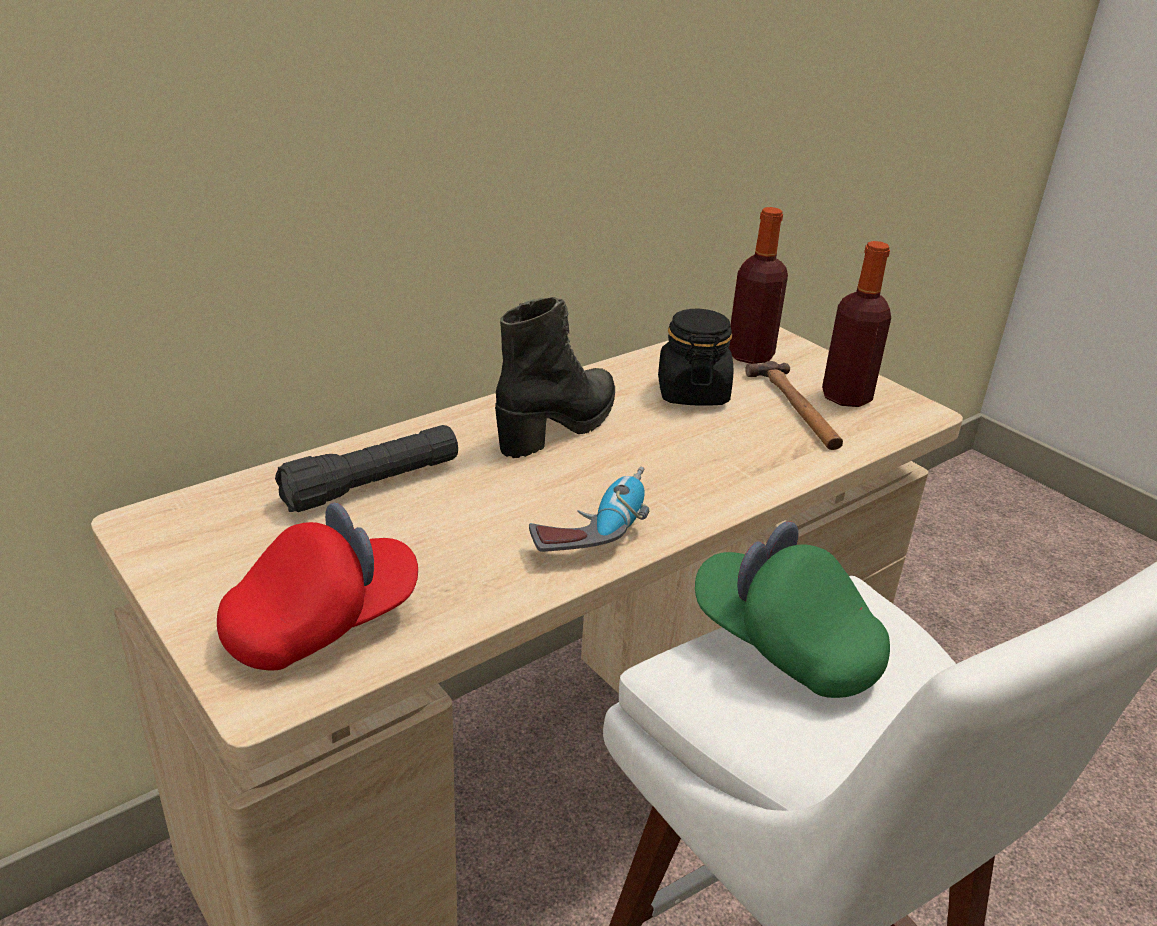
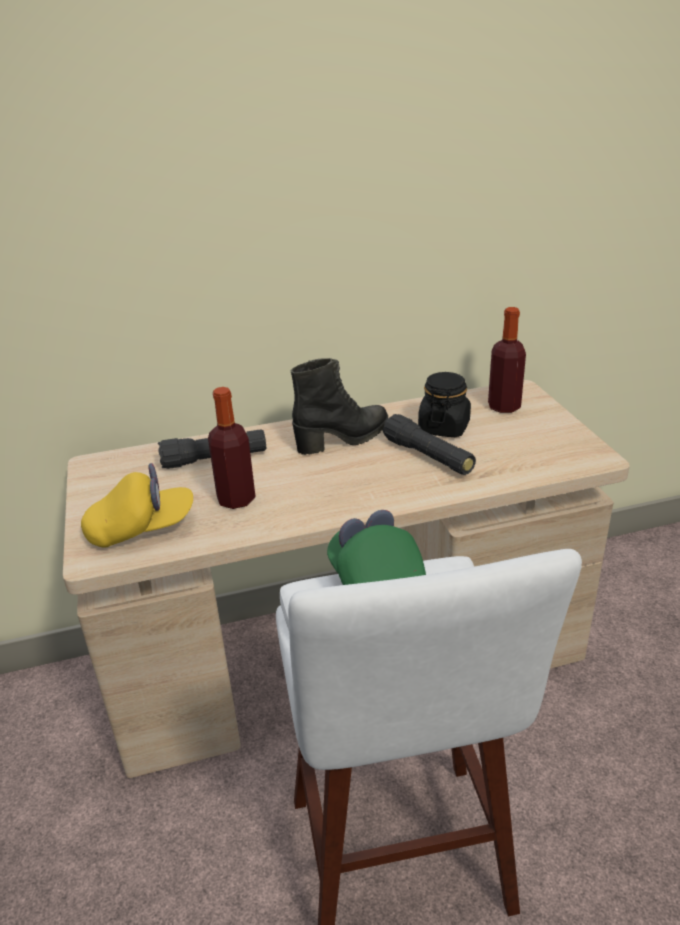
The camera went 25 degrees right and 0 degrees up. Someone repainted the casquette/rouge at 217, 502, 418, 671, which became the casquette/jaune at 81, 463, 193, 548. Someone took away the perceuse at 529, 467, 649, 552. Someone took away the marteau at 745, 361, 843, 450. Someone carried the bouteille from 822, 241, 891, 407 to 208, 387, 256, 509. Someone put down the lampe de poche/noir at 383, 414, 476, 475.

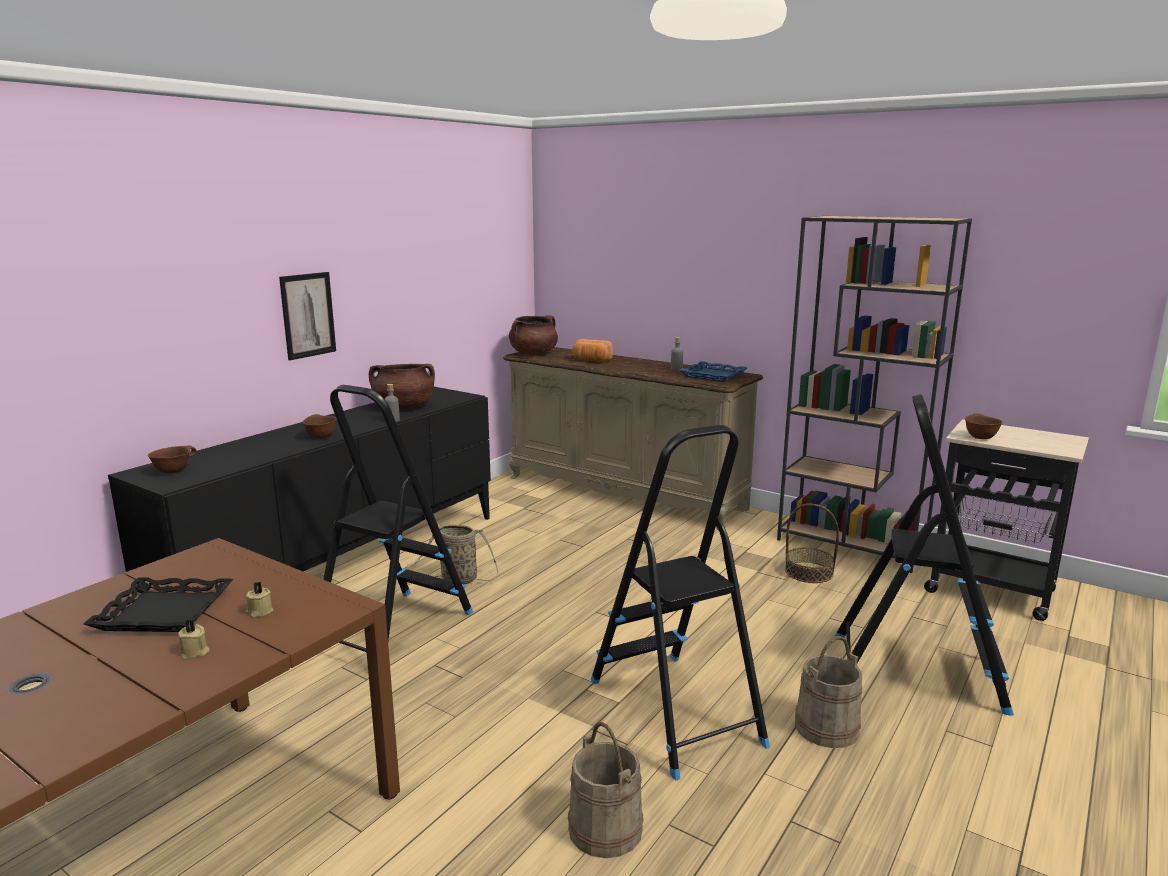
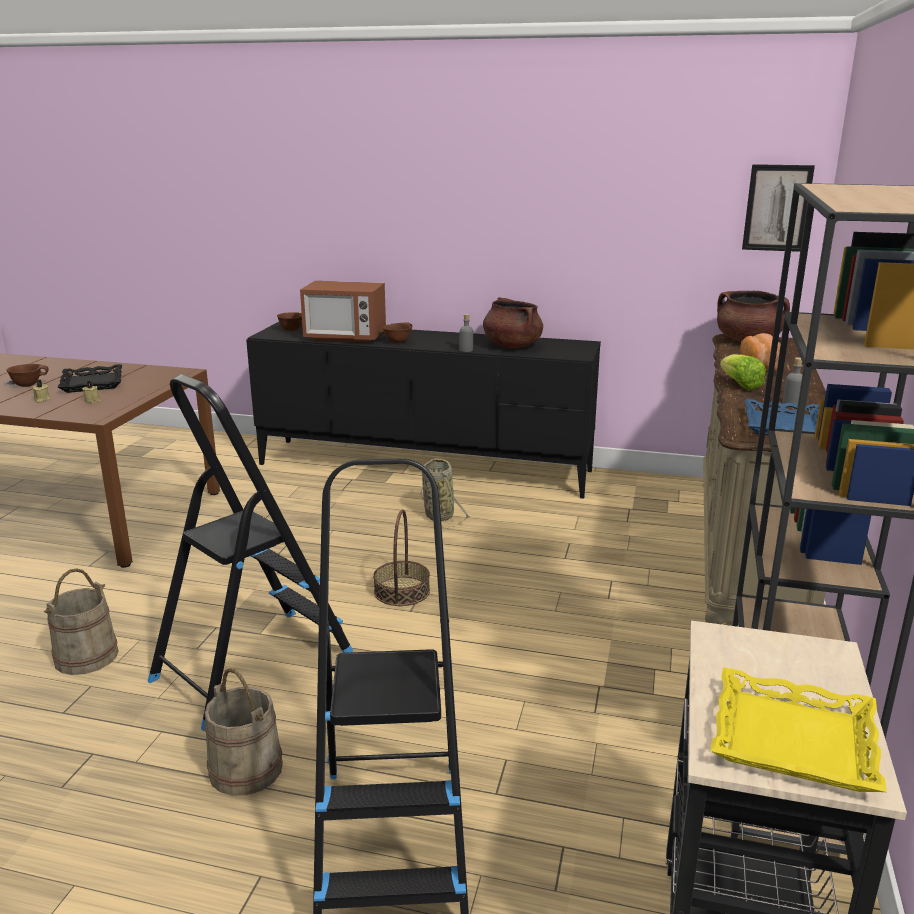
The camera went 70 degrees right and 5 degrees up. Someone carried the tableau from 279, 272, 336, 360 to 742, 164, 815, 252. Someone took away the escabeau/noir at 323, 385, 473, 652. Someone carried the panier from 785, 504, 839, 583 to 373, 510, 430, 606. Someone carried the bol/marron from 965, 413, 1002, 439 to 6, 364, 49, 387. Someone put down the micro-ondes at 300, 281, 386, 343. Someone put down the plateau/jaune at 710, 668, 887, 792. Someone put down the laitue at 720, 354, 766, 390.

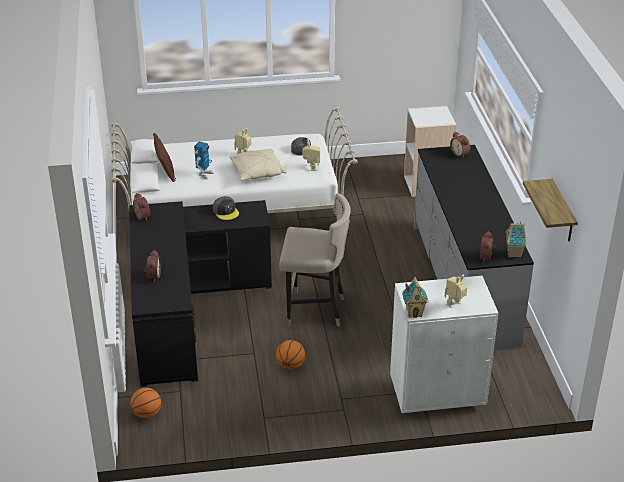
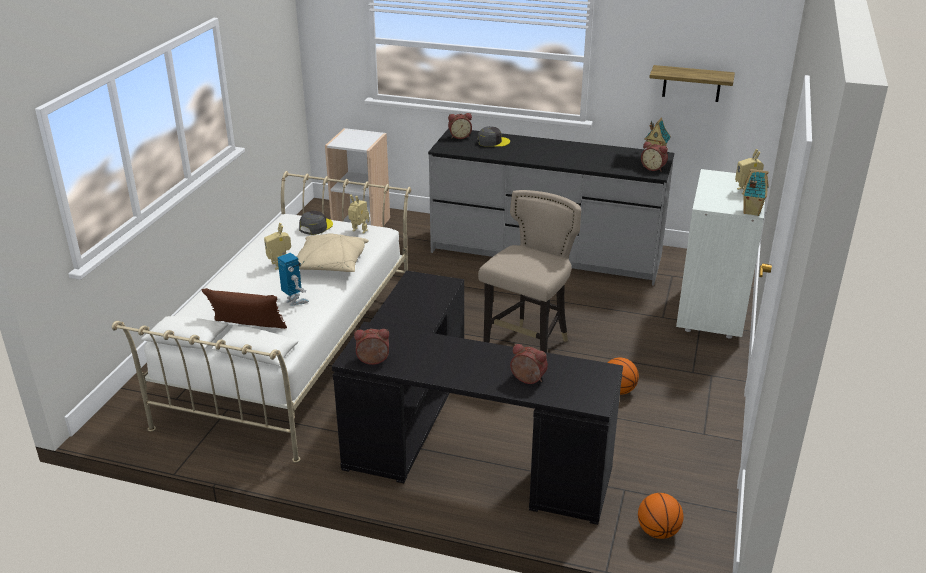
The camera went 65 degrees left and 5 degrees down. Someone carried the casquette/gris from 213, 196, 239, 220 to 477, 126, 510, 147.

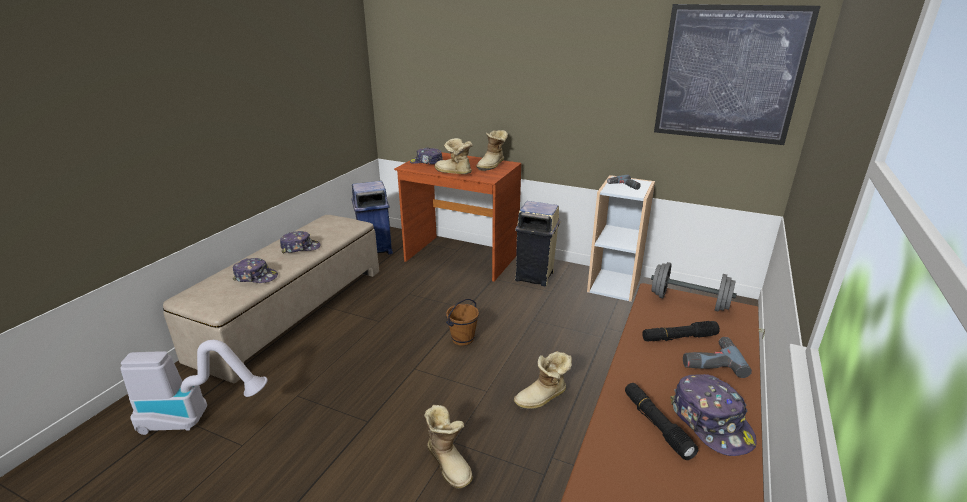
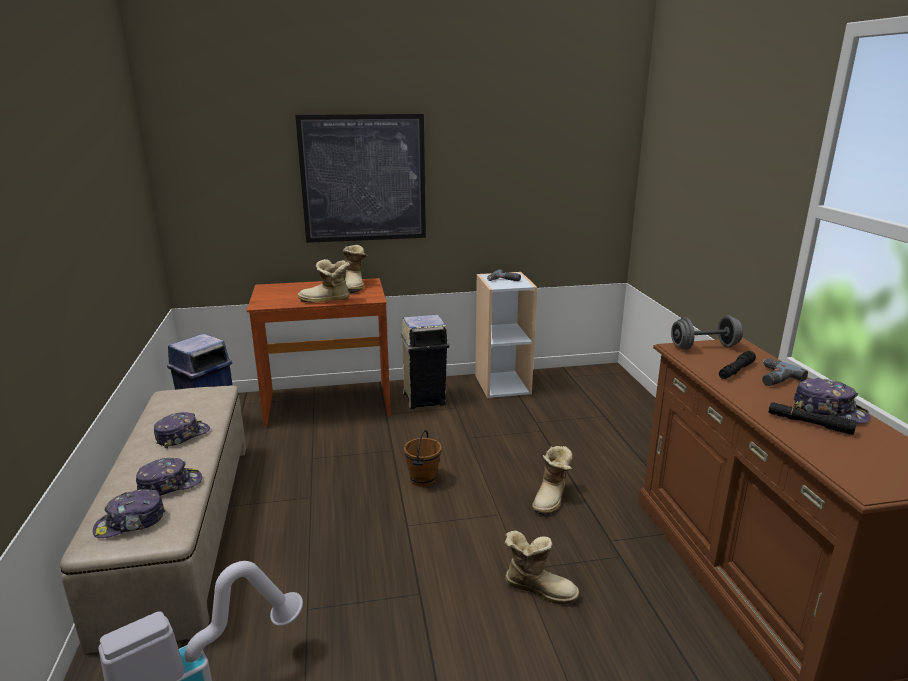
The camera went 35 degrees left and 5 degrees down. Someone carried the casquette from 410, 147, 443, 165 to 93, 489, 165, 538. Someone carried the tableau from 654, 4, 820, 145 to 295, 114, 426, 243.

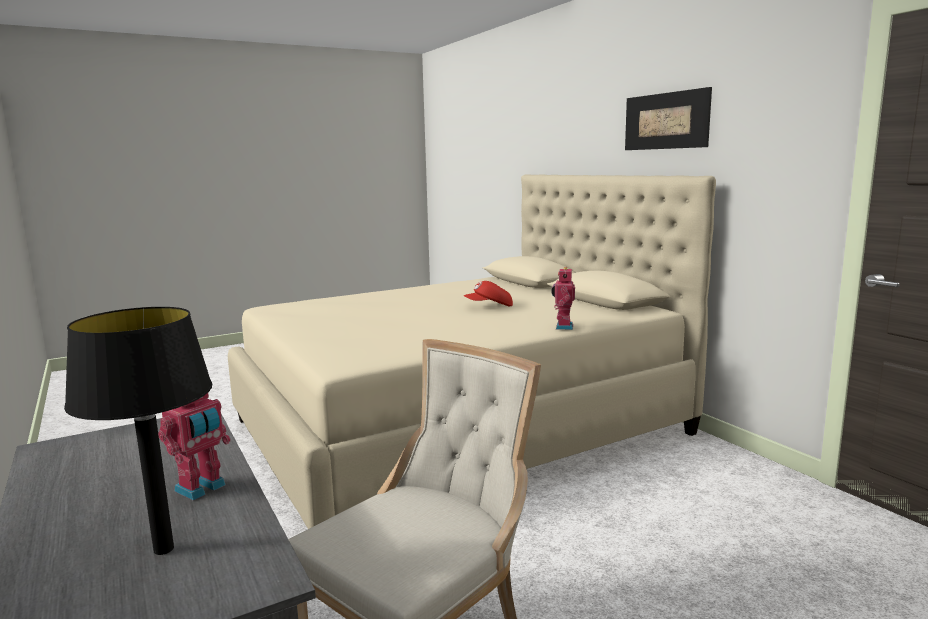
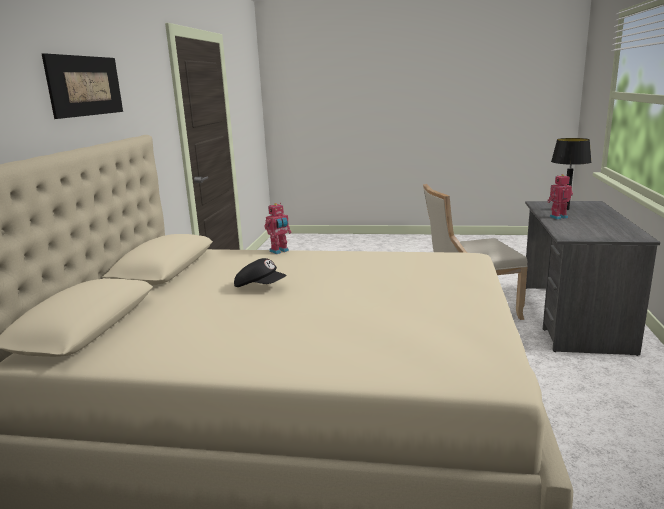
The camera went 140 degrees left and 5 degrees up. Someone repainted the casquette/rouge at 464, 281, 513, 306, which became the casquette/noir at 234, 258, 286, 287.

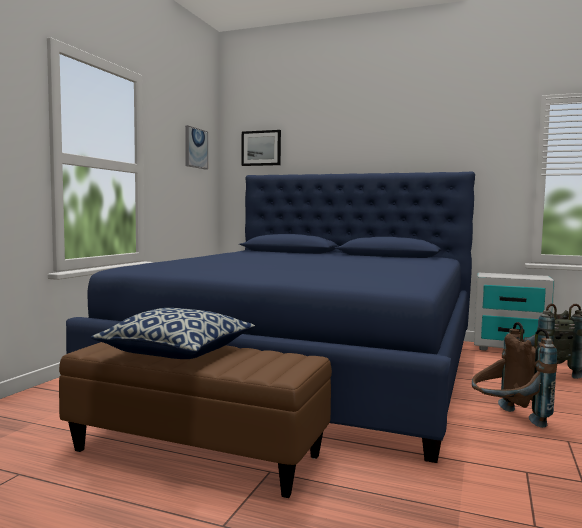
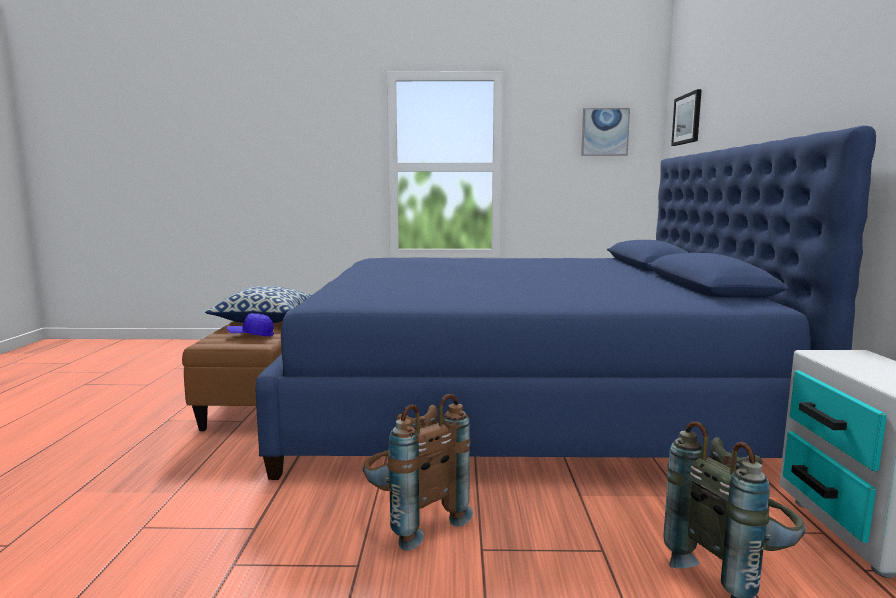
The camera went 70 degrees right and 5 degrees up. Someone put down the casquette/bleu at 227, 313, 274, 337.

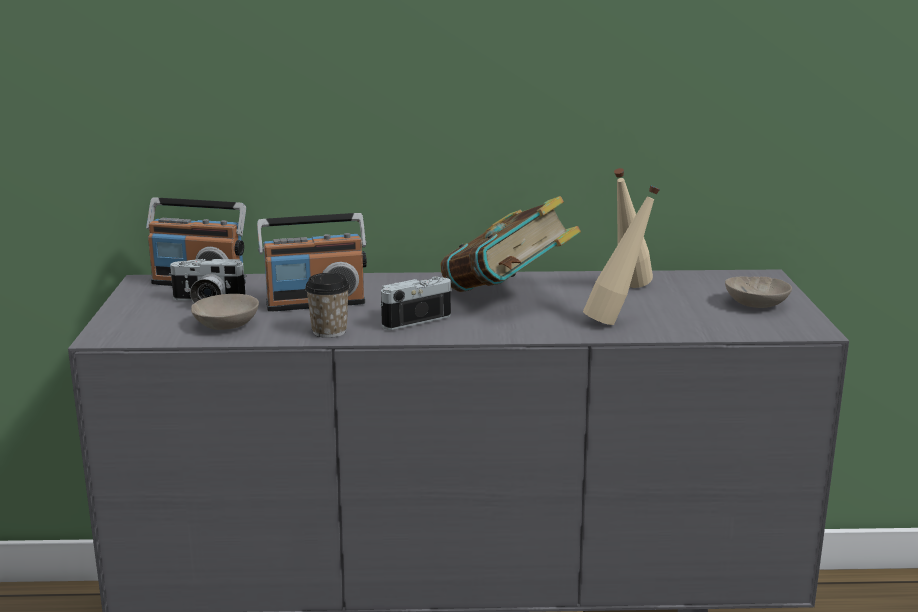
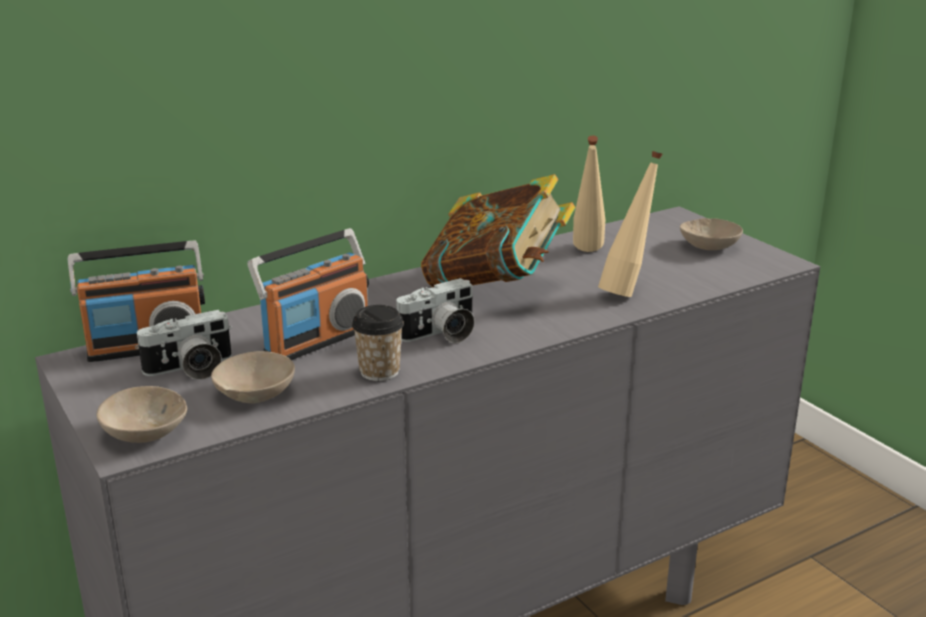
The camera went 30 degrees left and 5 degrees up. Someone rotated the appareil photo at 380, 277, 452, 330 by 150 degrees counterclockwise. Someone put down the bol/beige at 96, 386, 187, 443.

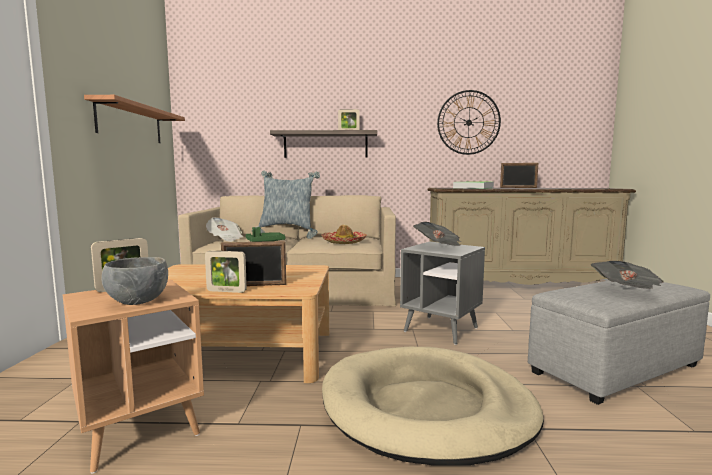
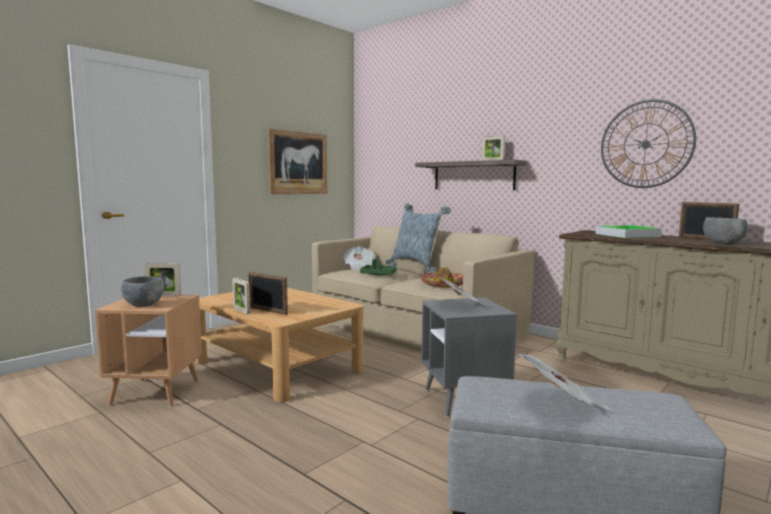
The camera went 40 degrees right and 0 degrees up. Someone swapped the étagère at 84, 95, 185, 143 for the tableau at 268, 129, 327, 194. Someone took away the panier pour chien/beige at 322, 347, 544, 465. Someone put down the bol/gris at 703, 217, 748, 245.

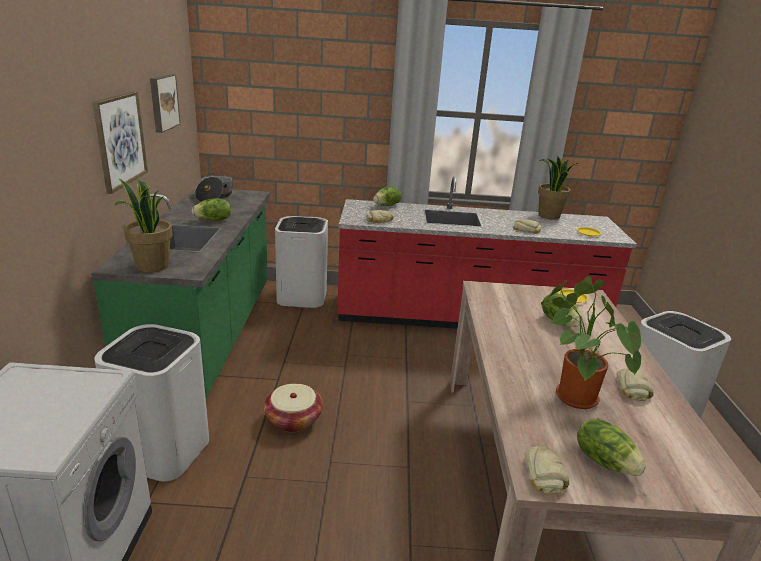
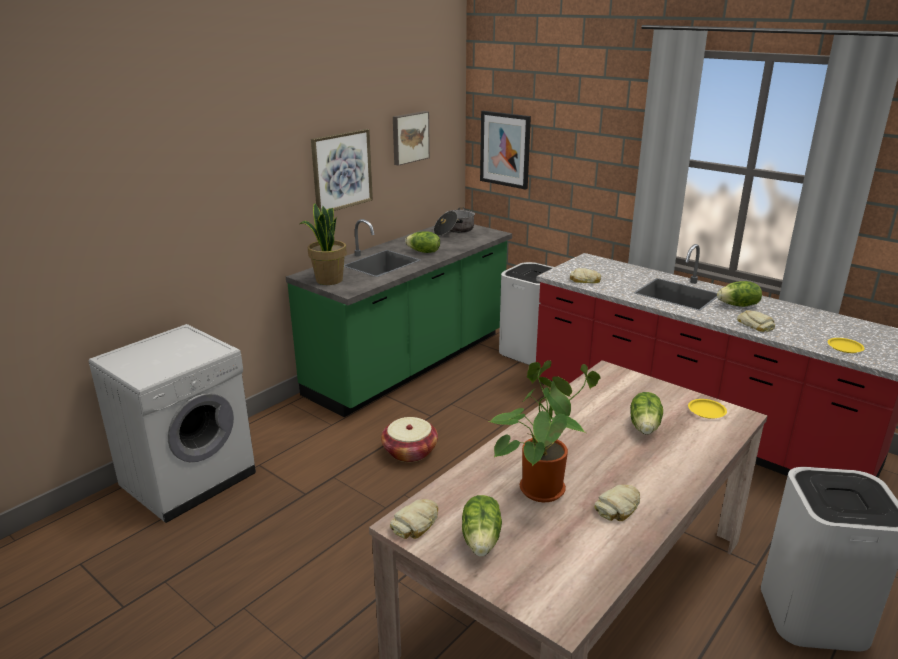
The camera went 40 degrees right and 0 degrees up. Someone took away the poubelle/blanc at 94, 324, 209, 481. Someone carried the laitue from 373, 187, 402, 206 to 717, 281, 762, 307. Someone took away the plante en pot at 538, 157, 578, 220. Someone put up the tableau at 480, 111, 531, 190.

